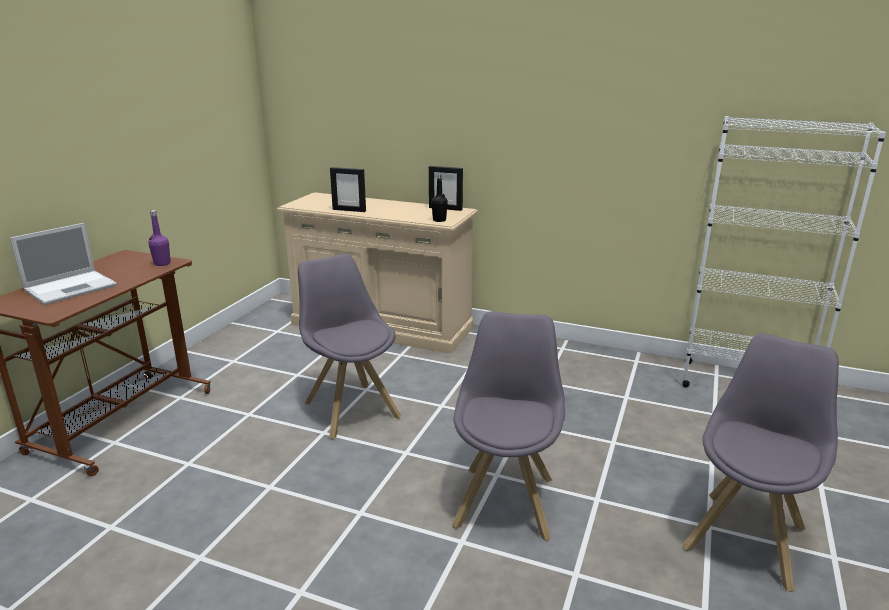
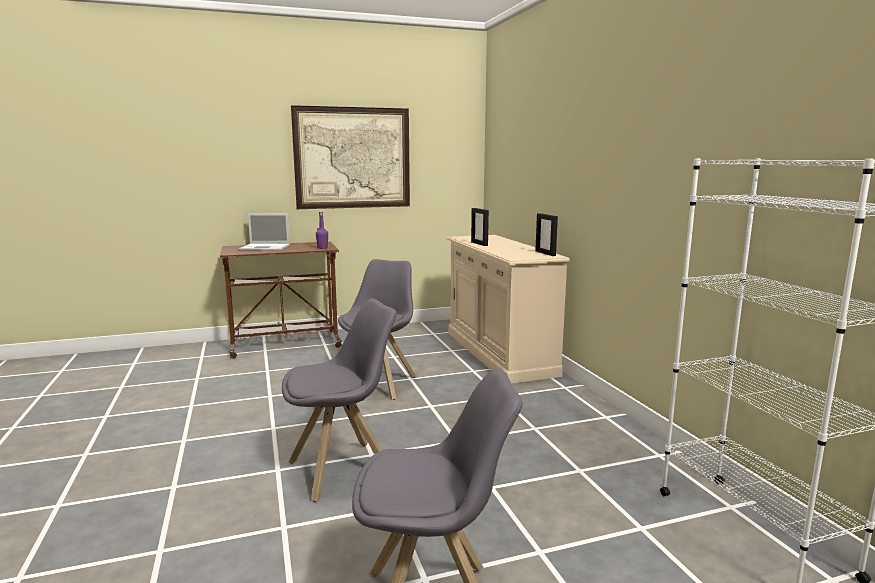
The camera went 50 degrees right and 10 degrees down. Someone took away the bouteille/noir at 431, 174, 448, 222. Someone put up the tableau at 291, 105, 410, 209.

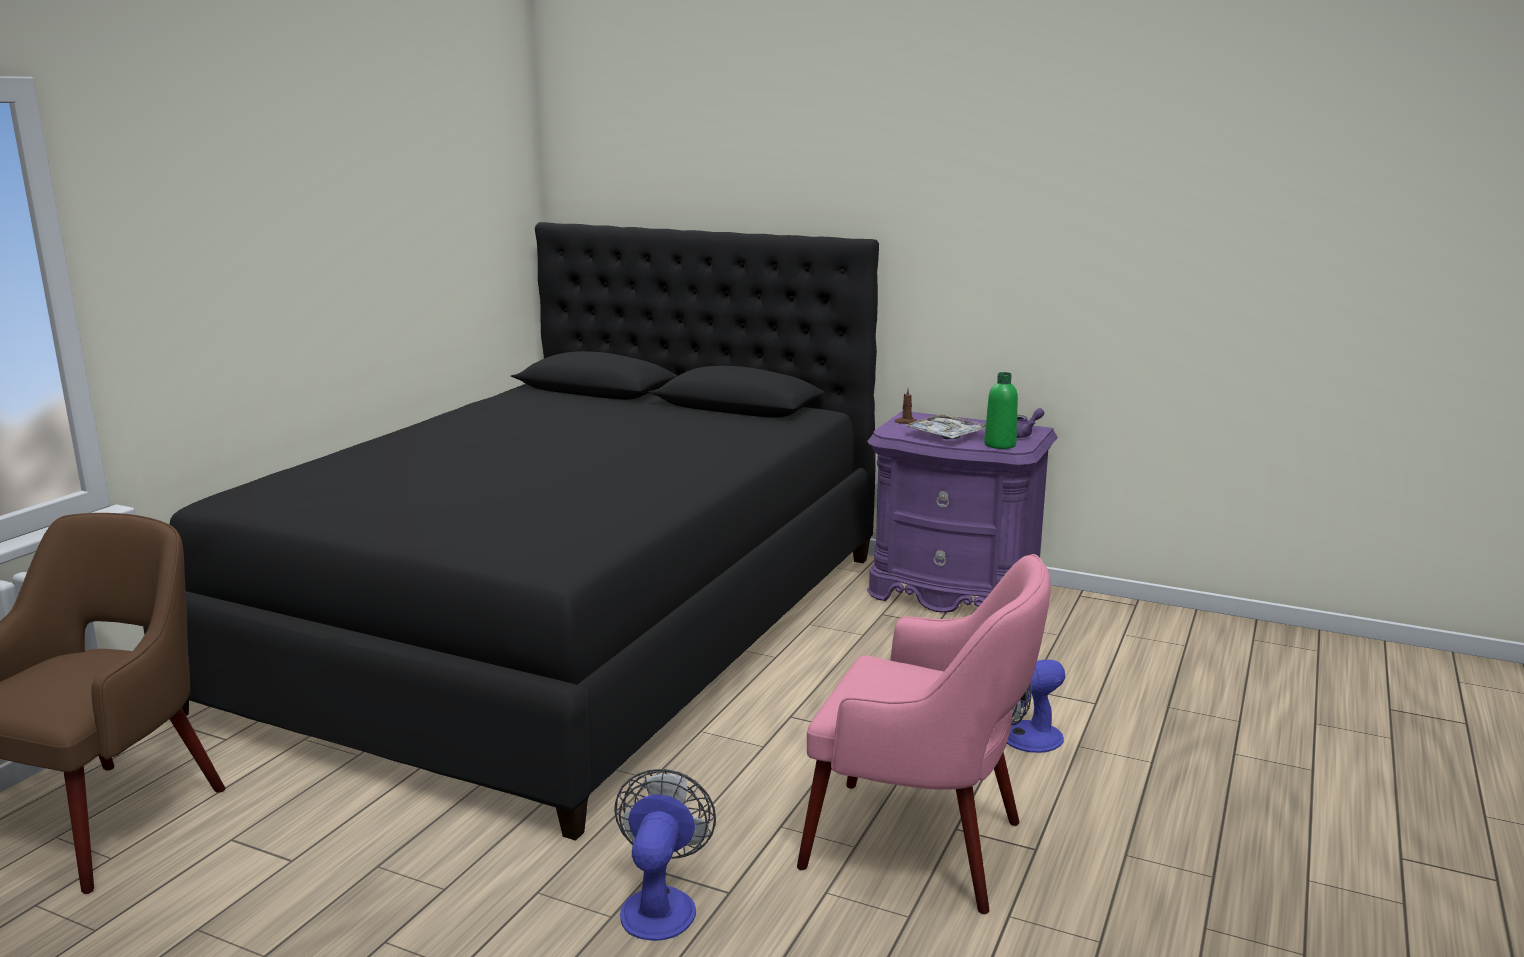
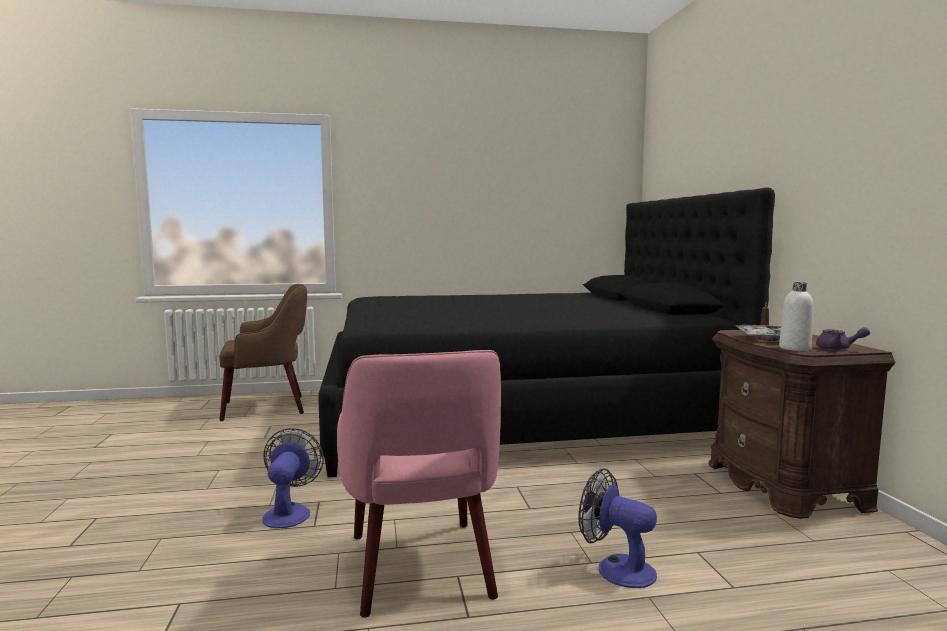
The camera went 55 degrees right and 10 degrees down. Someone rotated the ventilateur at 614, 769, 716, 941 by 60 degrees counterclockwise. Someone repainted the table de chevet/violet at 867, 411, 1058, 613, which became the table de chevet/marron at 708, 330, 896, 519. Someone repainted the bouteille/vert at 984, 372, 1018, 449, which became the bouteille/blanc at 779, 282, 813, 351.

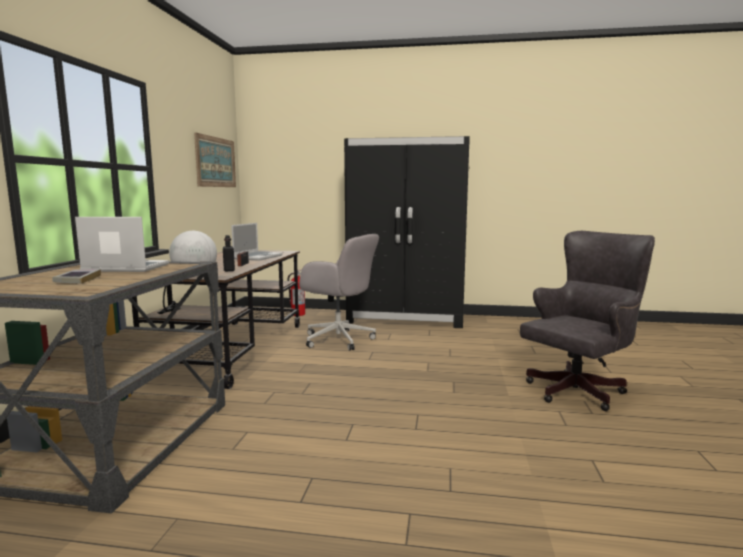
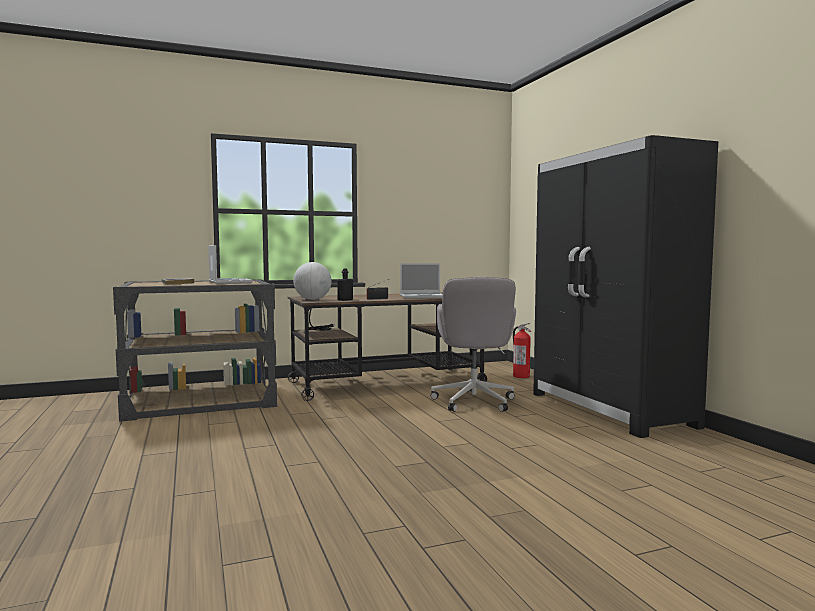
The camera went 60 degrees right and 5 degrees down. Someone took away the tableau at 194, 133, 236, 187. Someone took away the chaise de bureau/gris at 520, 231, 655, 411.

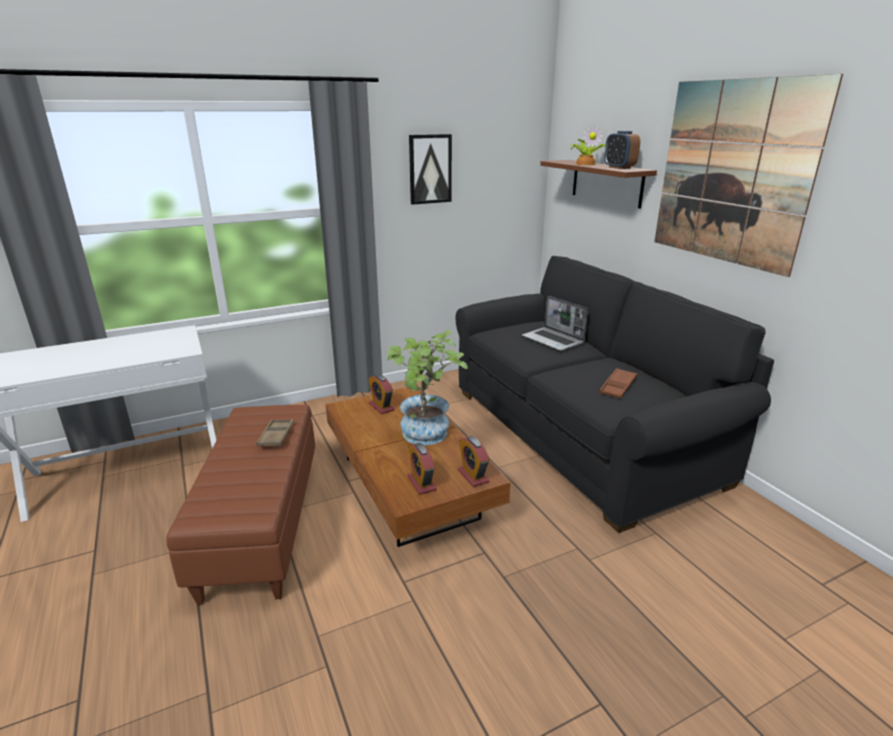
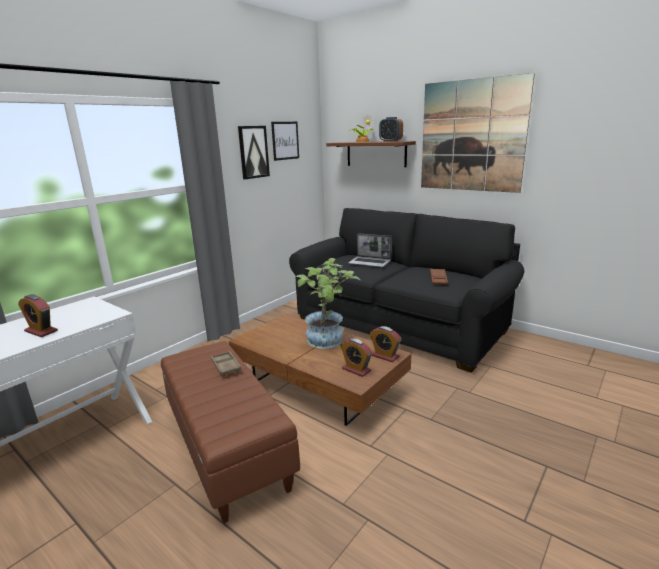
The camera went 25 degrees left and 5 degrees down. Someone carried the réveil from 368, 374, 395, 414 to 18, 294, 58, 337. Someone put up the tableau at 271, 122, 299, 161.

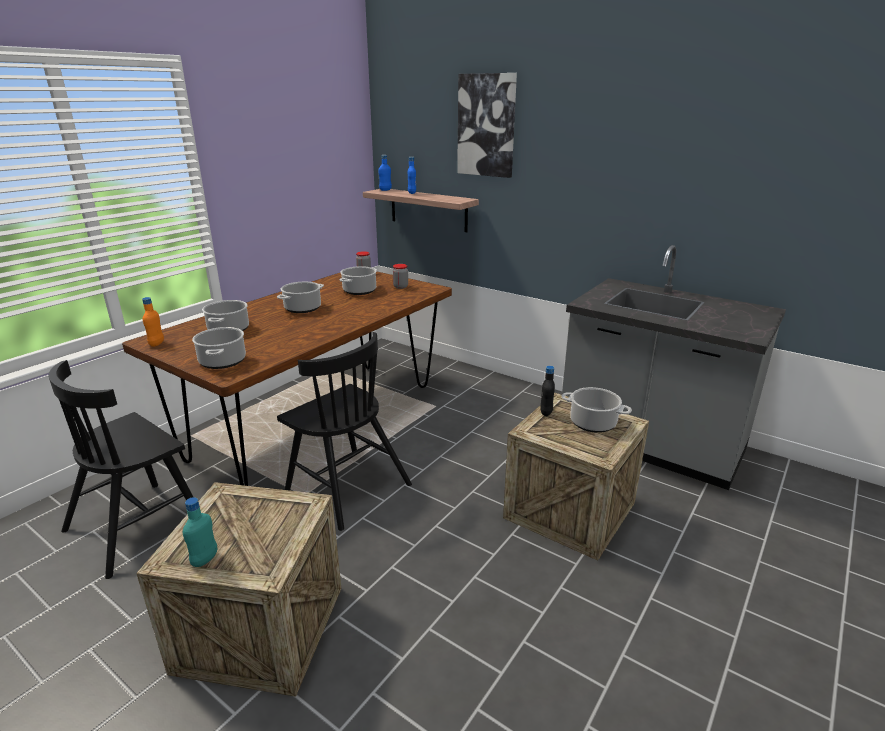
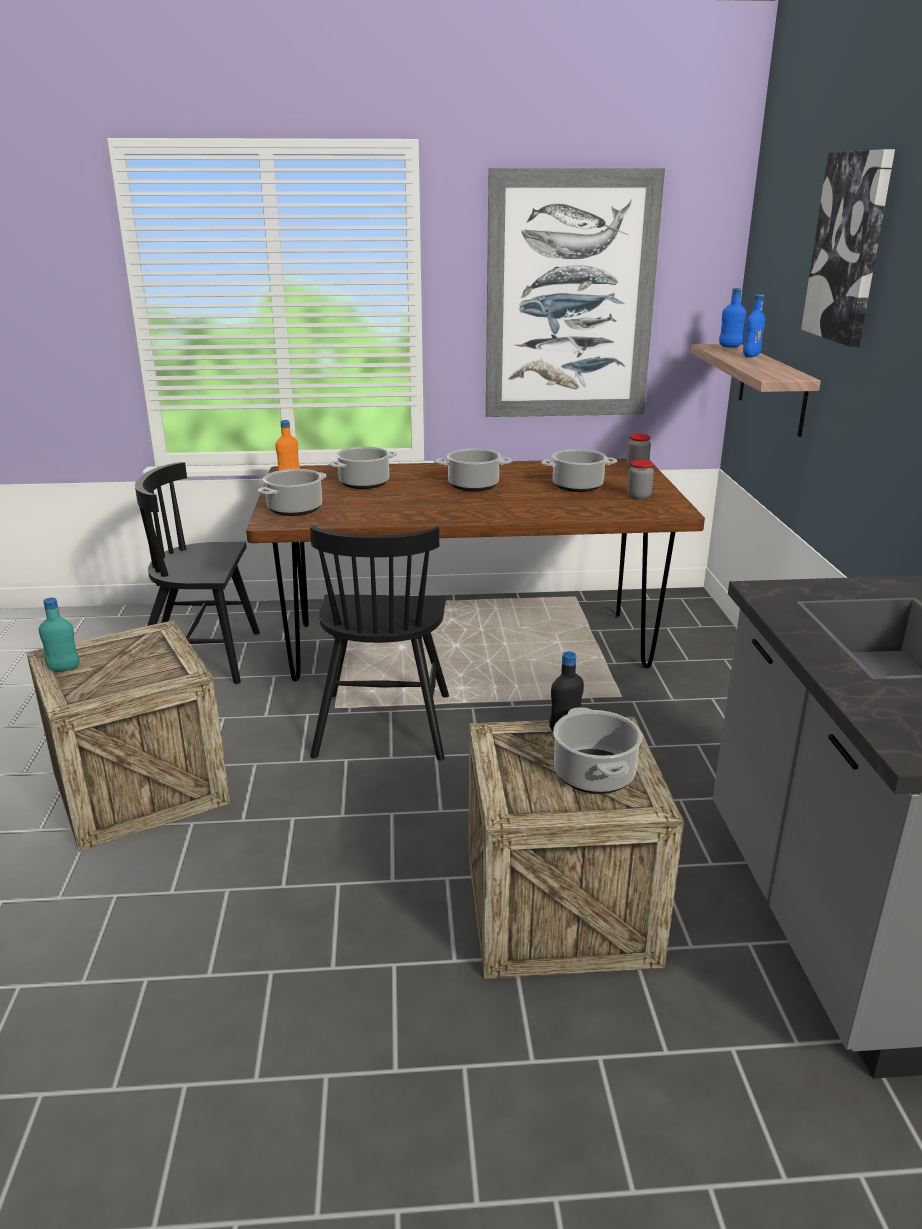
The camera went 50 degrees right and 0 degrees up. Someone put up the tableau at 486, 168, 665, 417.

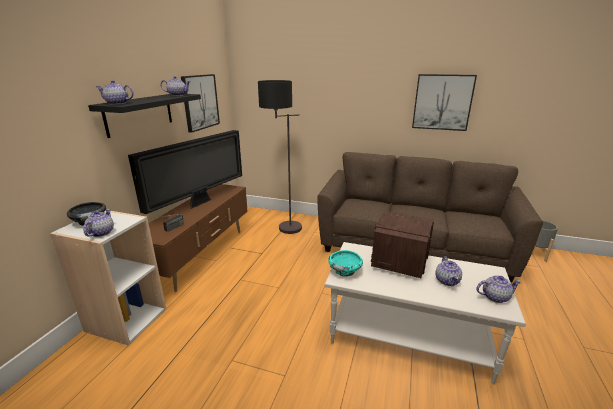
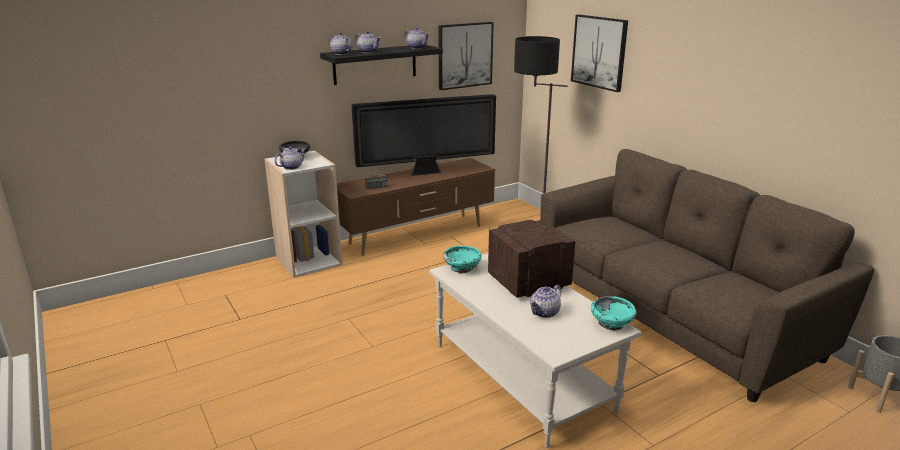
The camera went 40 degrees right and 0 degrees up. Someone carried the tableau from 412, 74, 477, 131 to 571, 15, 628, 92. Someone carried the théière from 476, 275, 521, 303 to 355, 31, 381, 53. Someone put down the bol/turquoise at 591, 296, 637, 331.

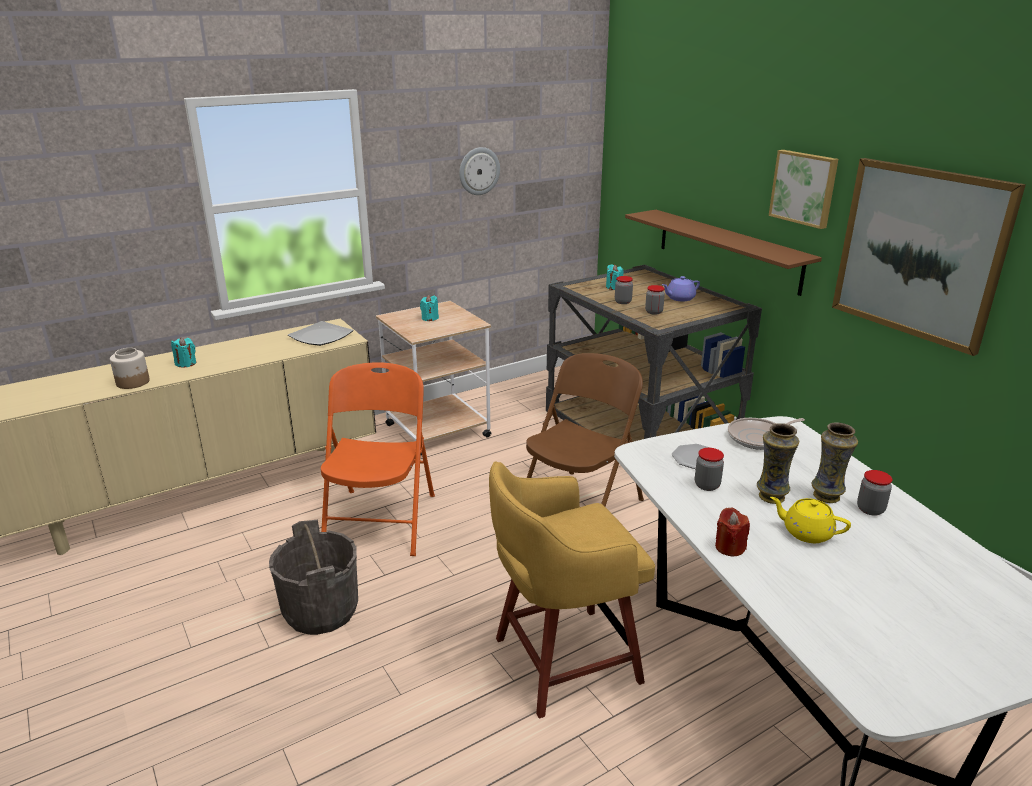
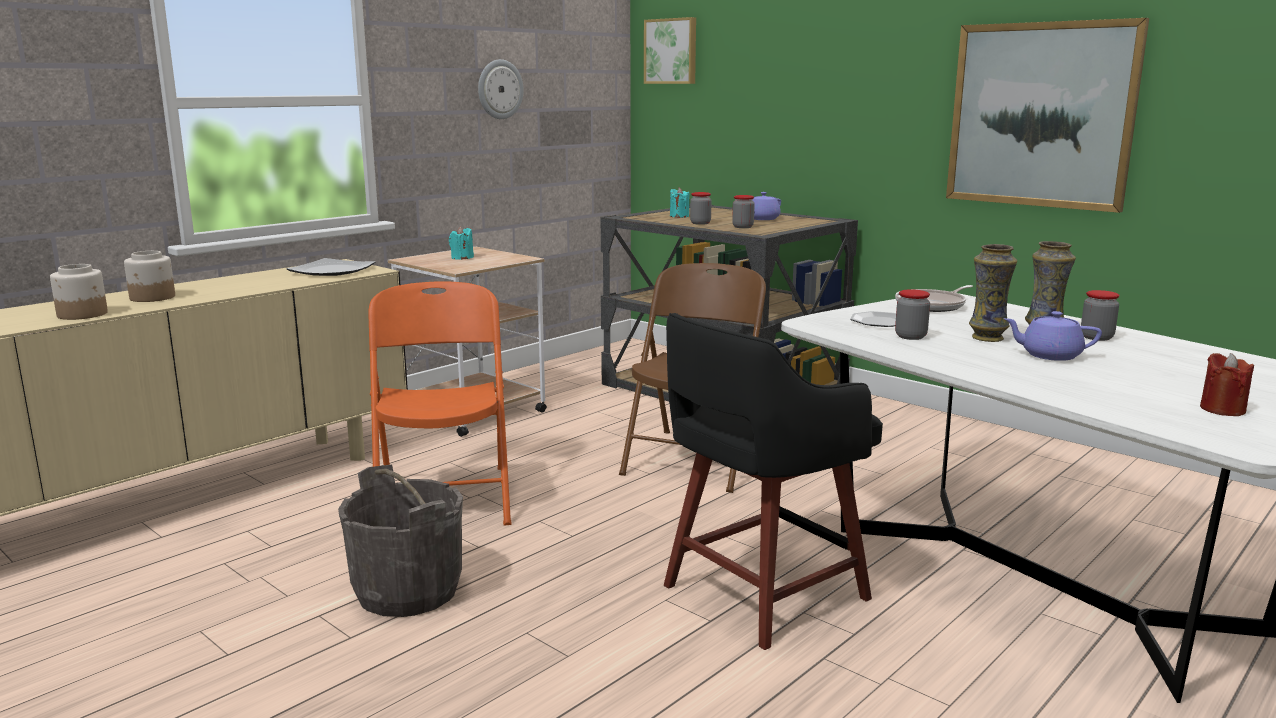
The camera went 15 degrees left and 10 degrees down. Someone swapped the bougie/turquoise at 171, 337, 196, 367 for the bocal at 124, 251, 175, 302. Someone repainted the tabouret/jaune at 489, 461, 655, 718, which became the tabouret/noir at 664, 313, 883, 650. Someone took away the étagère/marron at 625, 210, 822, 296. Someone carried the bougie/rouge from 715, 507, 750, 557 to 1200, 353, 1254, 416. Someone carried the tableau from 769, 150, 838, 229 to 644, 17, 696, 84. Someone repainted the théière/jaune at 770, 497, 851, 543, which became the théière/violet at 1003, 311, 1102, 361.

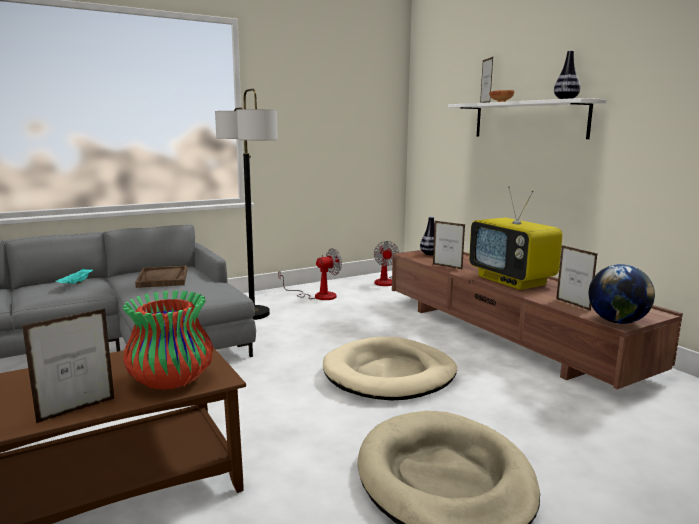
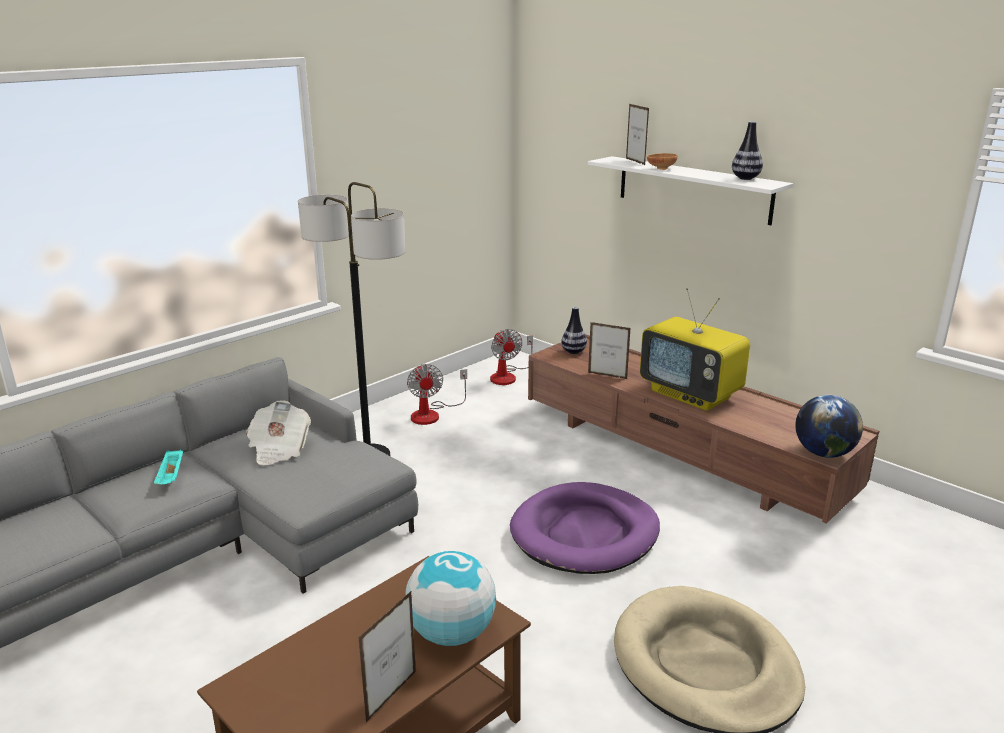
The camera went 15 degrees left and 10 degrees up. Someone swapped the vase at 123, 290, 213, 390 for the globe at 405, 551, 496, 646. Someone swapped the plateau/marron at 135, 266, 187, 288 for the journal at 246, 400, 311, 466. Someone rotated the ventilateur at 278, 248, 342, 300 by 120 degrees clockwise. Someone repainted the panier pour chien/beige at 323, 337, 457, 400, which became the panier pour chien/violet at 510, 482, 660, 574. Someone took away the cadre photo at 556, 245, 598, 311.

